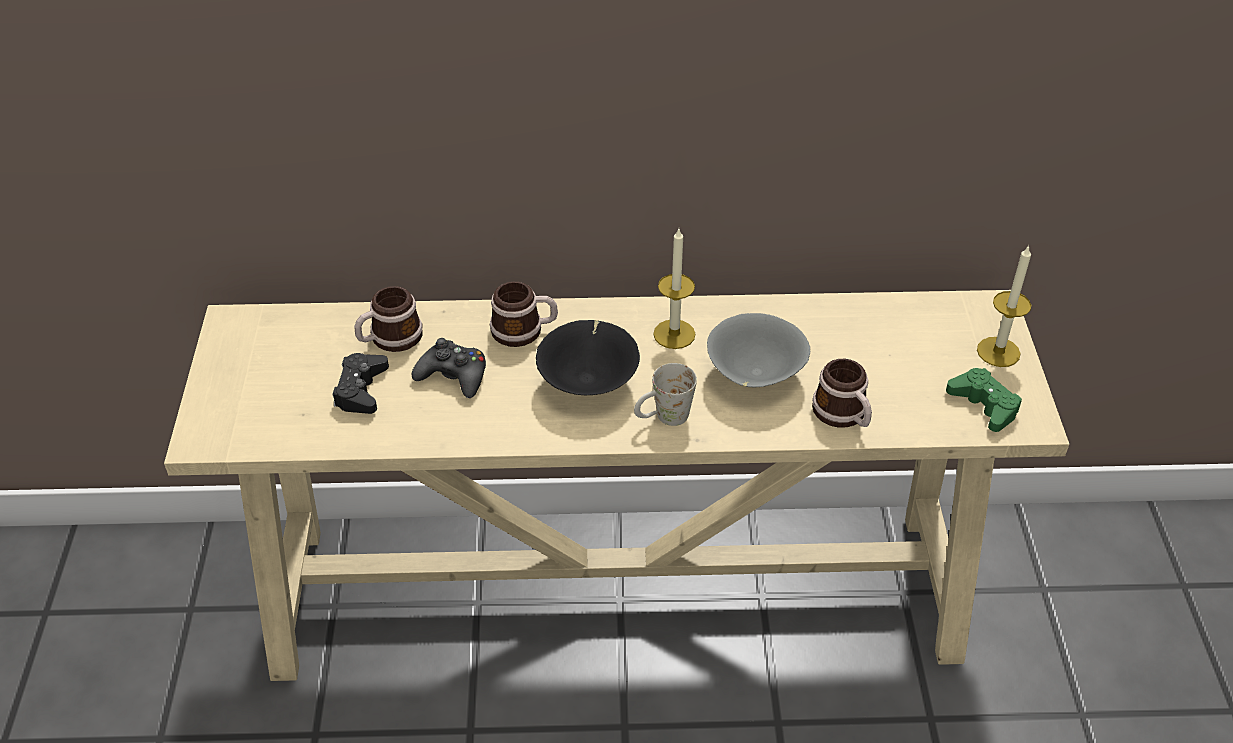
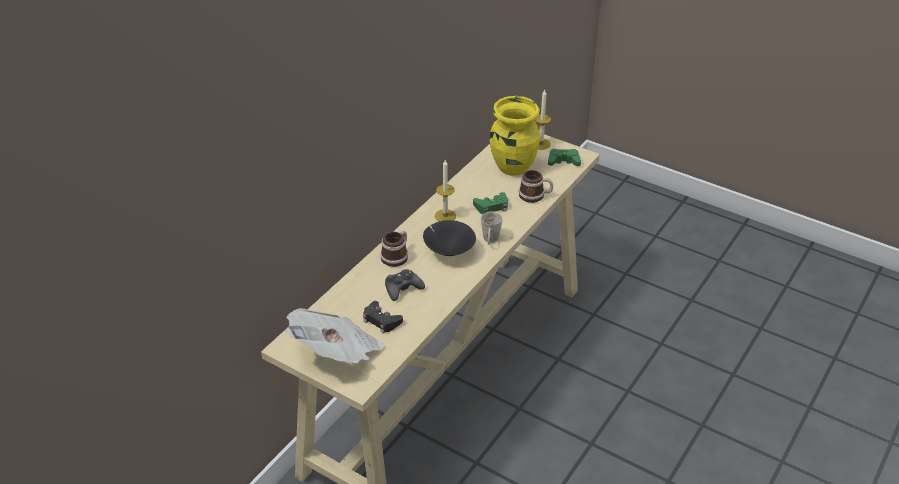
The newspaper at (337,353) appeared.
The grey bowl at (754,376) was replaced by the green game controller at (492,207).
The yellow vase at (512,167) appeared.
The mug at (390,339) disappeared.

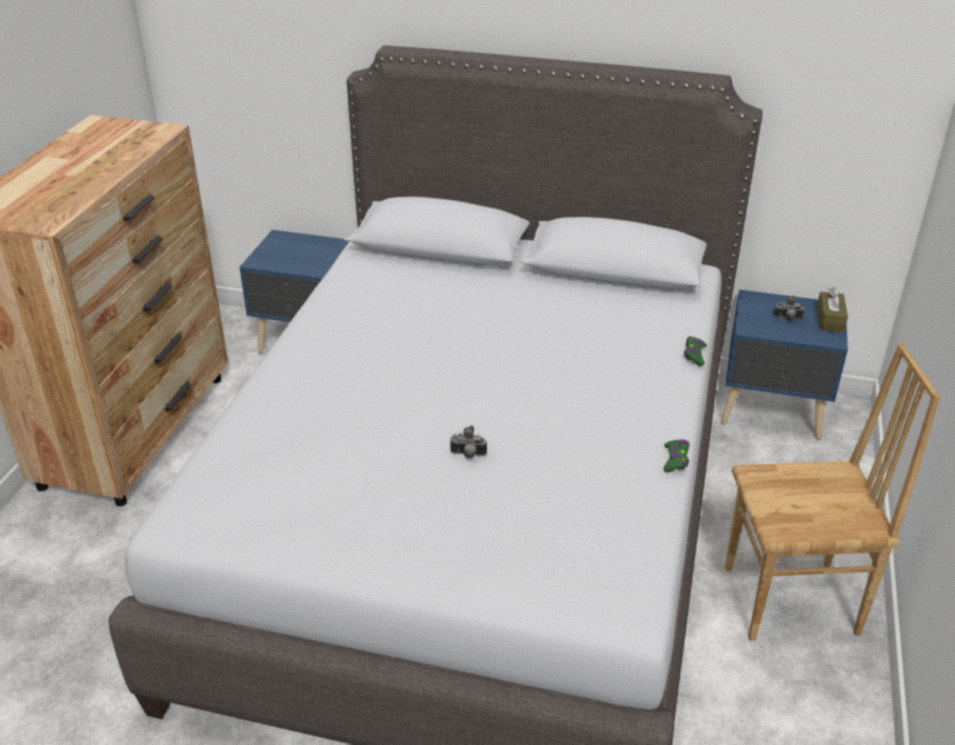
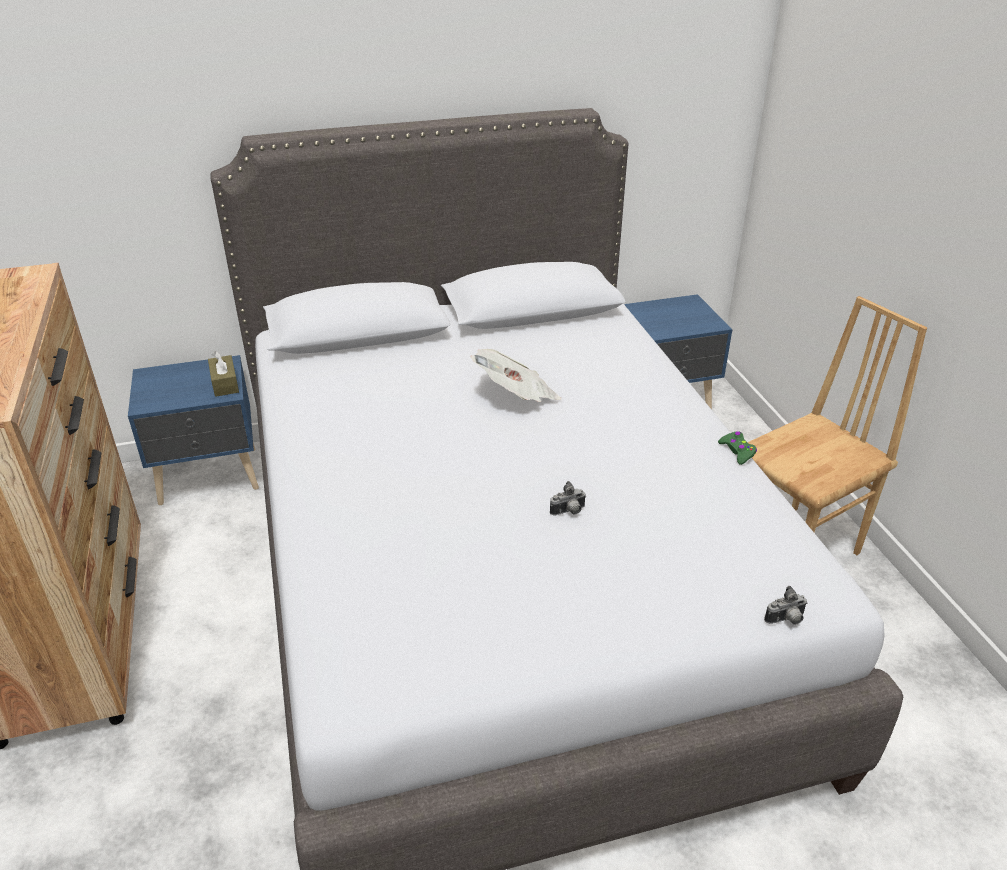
The brown tissue box moved from (830,320) to (225,383).
The newspaper at (516,396) appeared.
The photo camera moved from (787,319) to (786,620).
The green game controller at (694,355) disappeared.

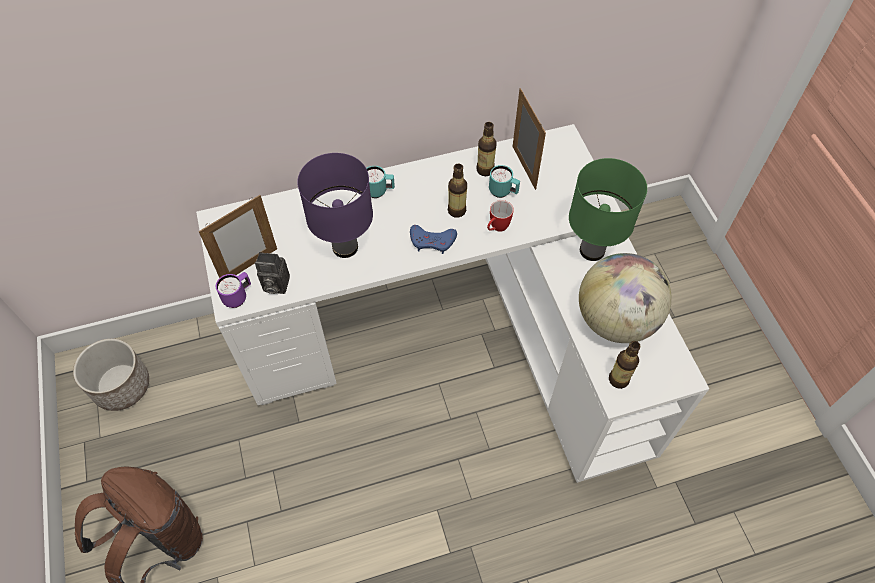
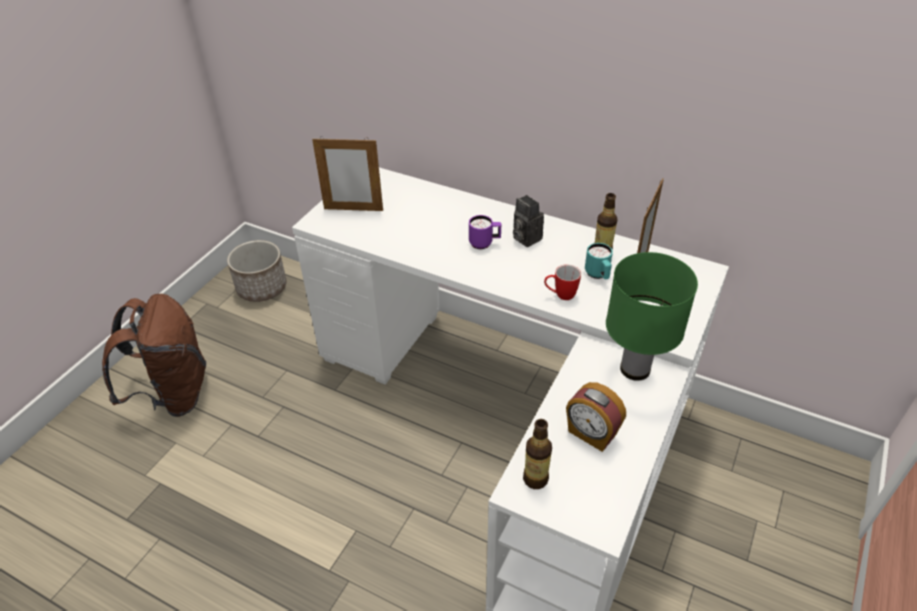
The purple mug moved from (238,297) to (484,243).
The photo camera moved from (274,285) to (525,238).
The globe at (615,320) was replaced by the alarm clock at (591,434).
The purple table lamp at (345,246) disappeared.
The turquoise mug at (379,191) disappeared.
The blue game controller at (432,241) disappeared.
The bottle at (456,210) disappeared.

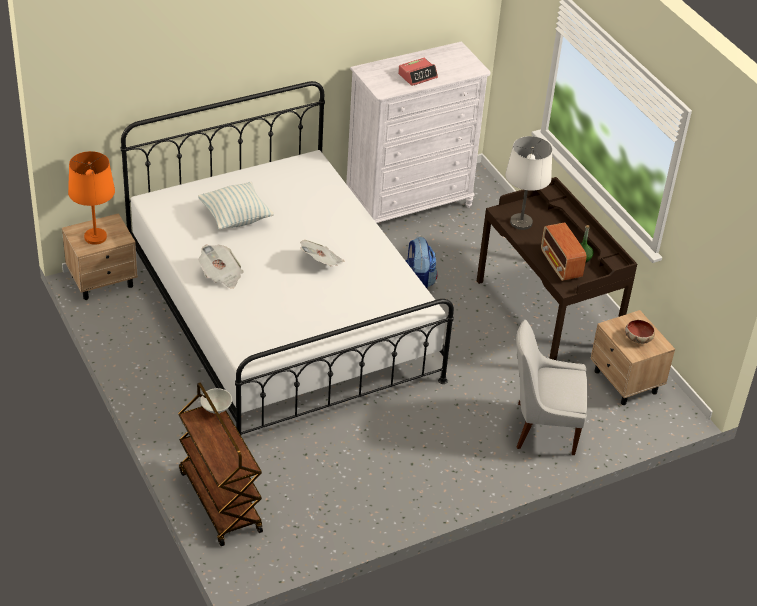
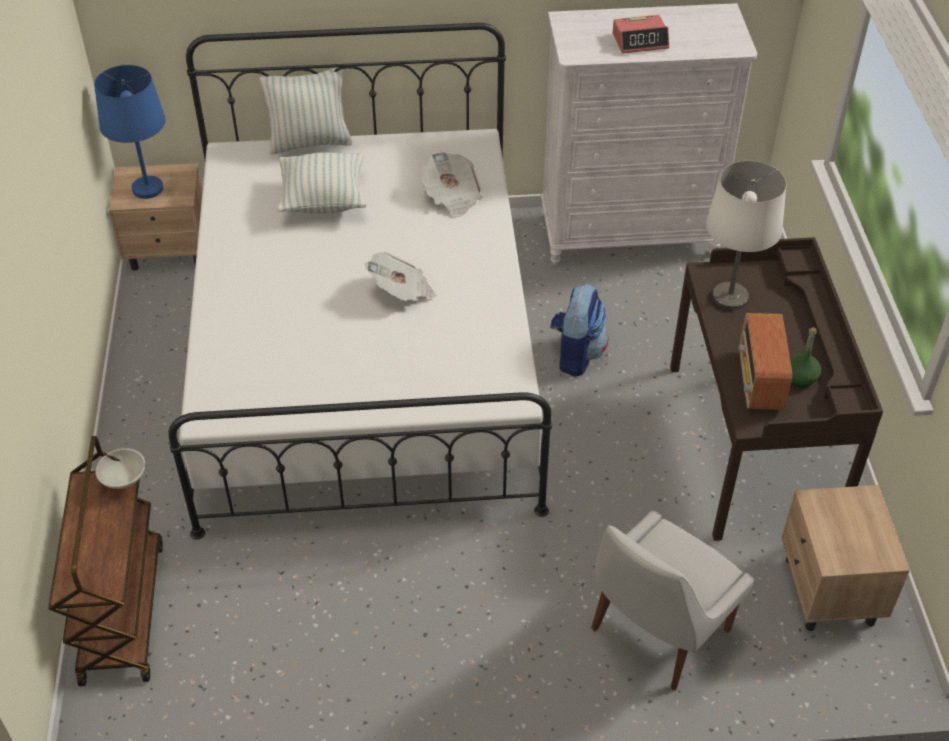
The orange table lamp at (95,237) became the blue table lamp at (148,189).
The pillow at (310,143) appeared.
The newspaper moved from (221,275) to (452,197).
The white chair at (542,428) turned 75 degrees counterclockwise.
The bowl at (637,338) disappeared.

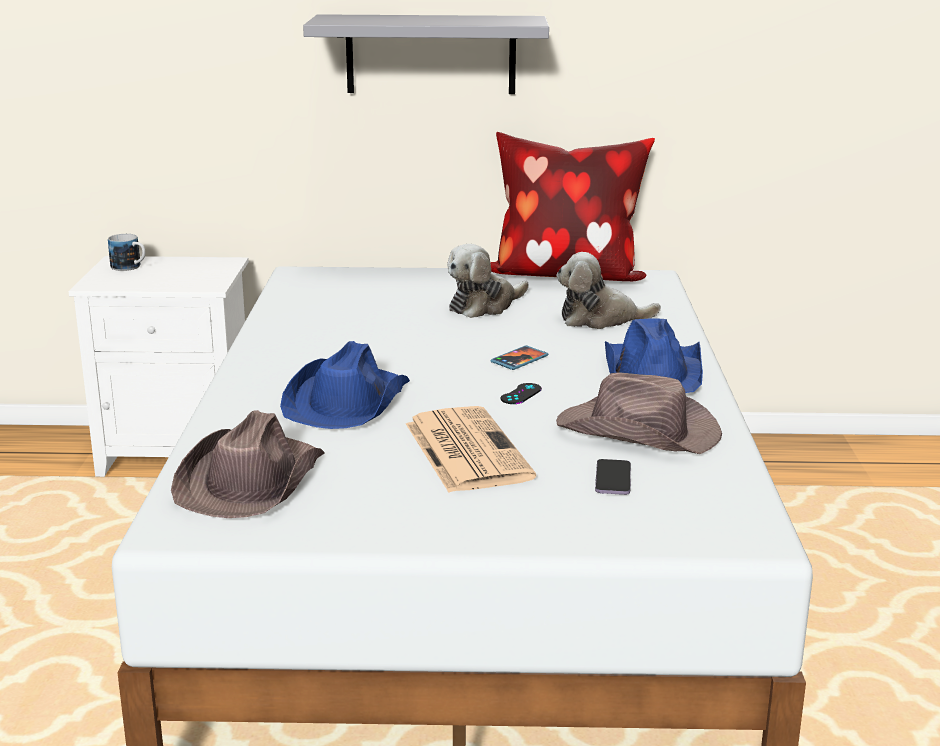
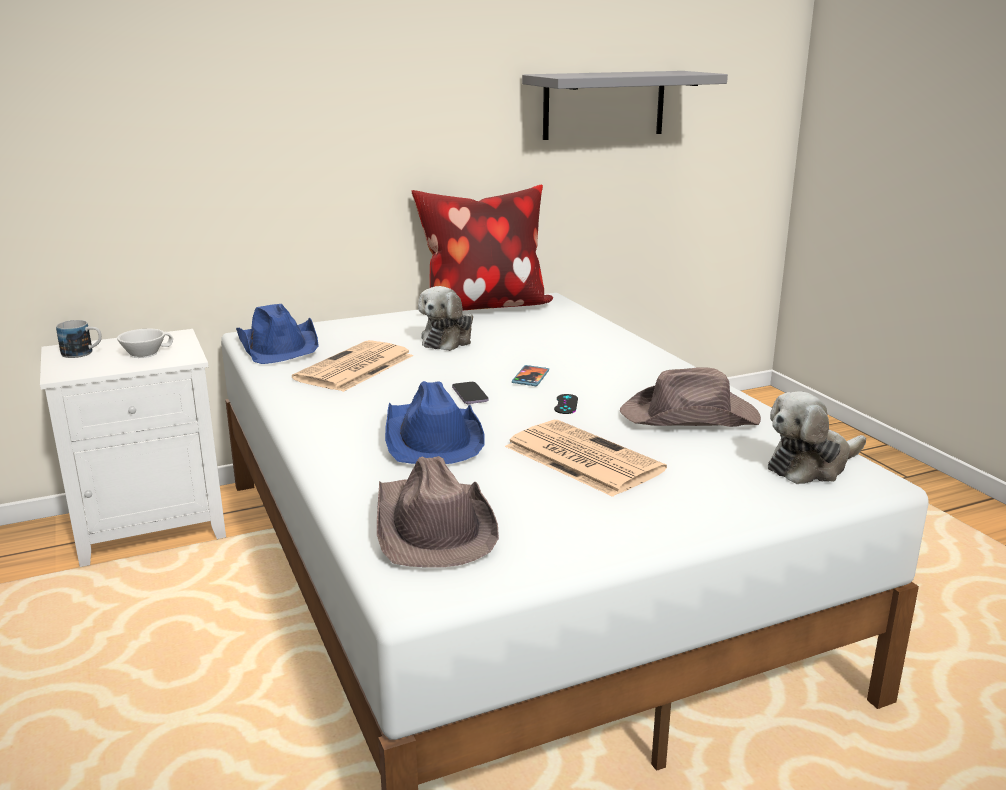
The white cup at (145,353) appeared.
The blue hat moved from (654,373) to (279,345).
The newspaper at (354,368) appeared.
The phone moved from (613,479) to (470,395).
The grey shelf moved from (431,54) to (604,104).
The plush toy moved from (600,319) to (811,466).

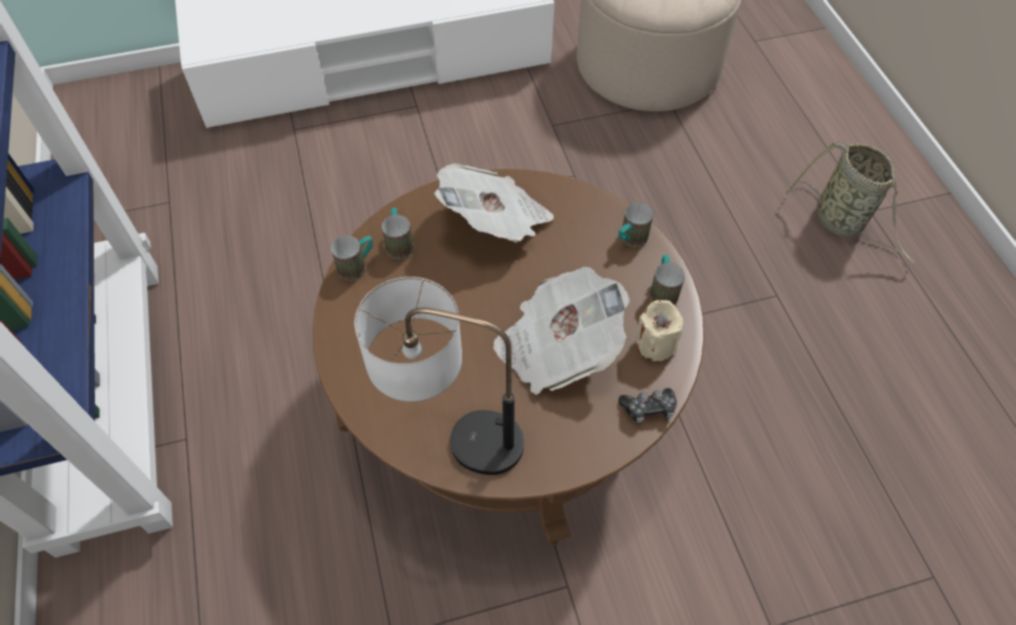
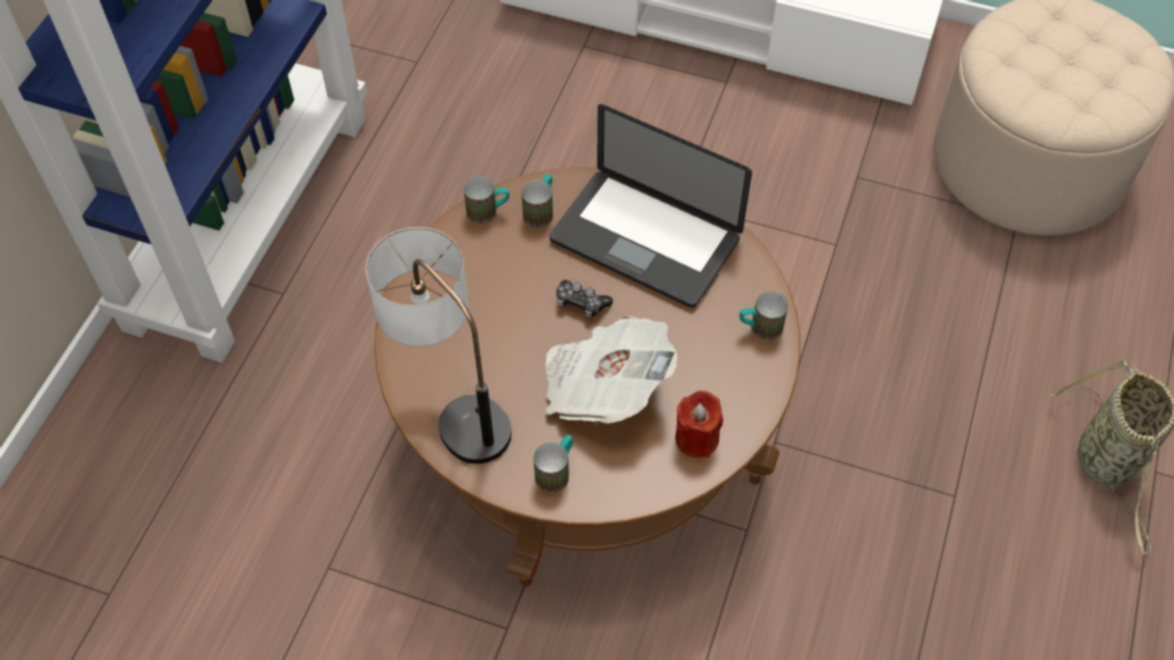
The mug moved from (663,290) to (556,472).
The newspaper at (496,222) was replaced by the laptop at (645,240).
The game controller moved from (648,409) to (581,303).
The beige candle at (655,344) became the red candle at (696,438).

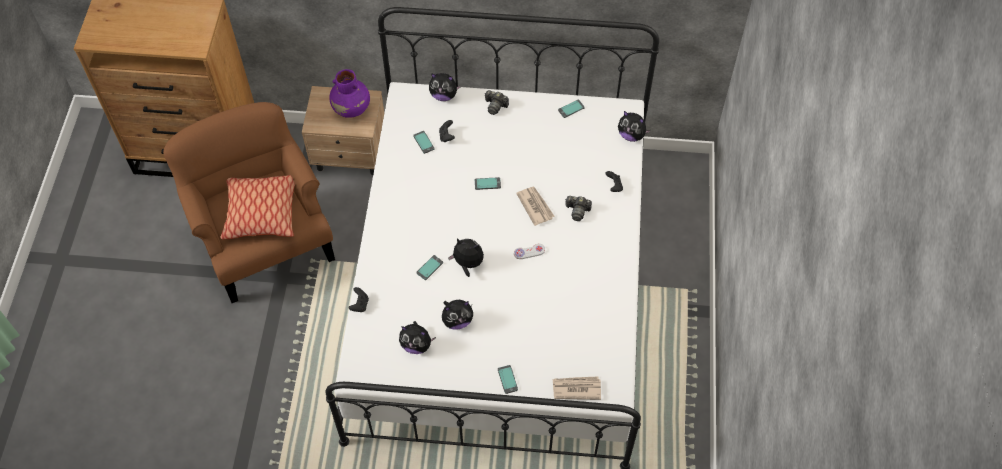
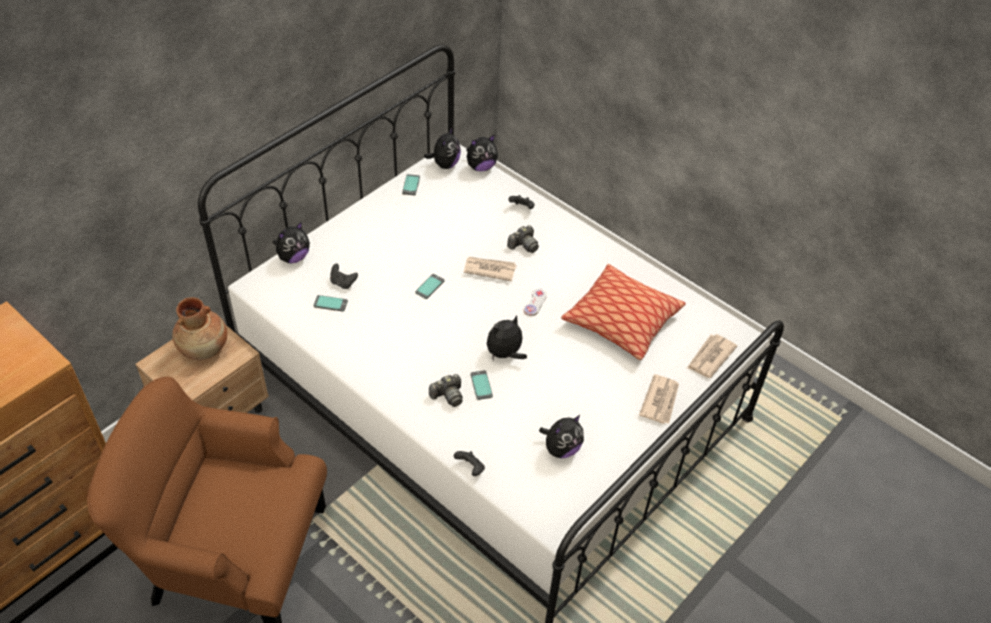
The purple vase at (351,108) became the brown vase at (204,348).
The plush toy moved from (457,320) to (445,164).
The photo camera moved from (495,106) to (448,396).
The pillow moved from (261,213) to (621,320).
The phone at (507,379) was replaced by the newspaper at (660,400).

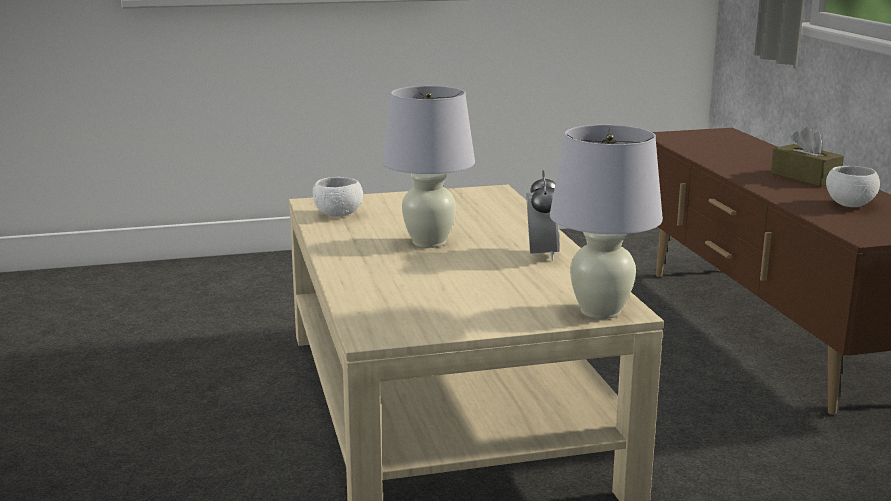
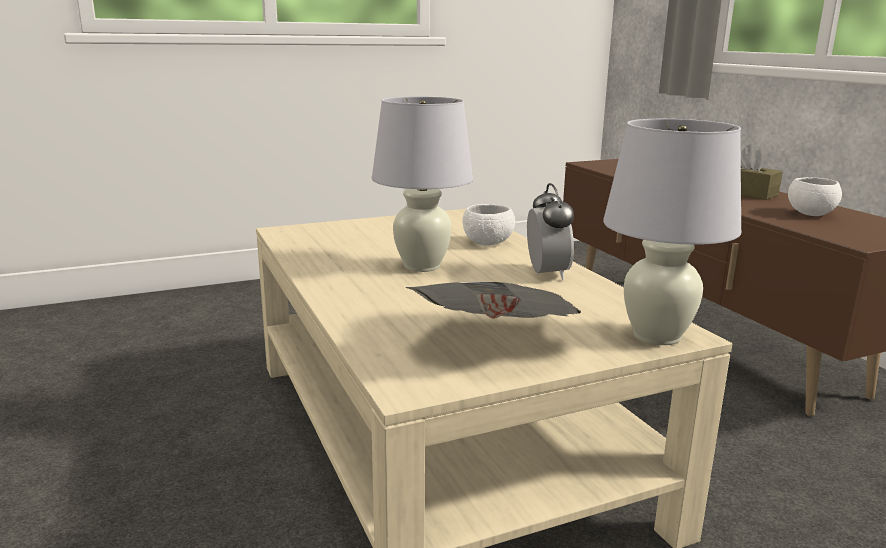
The newspaper at (494,345) appeared.
The white bowl moved from (338,214) to (487,243).

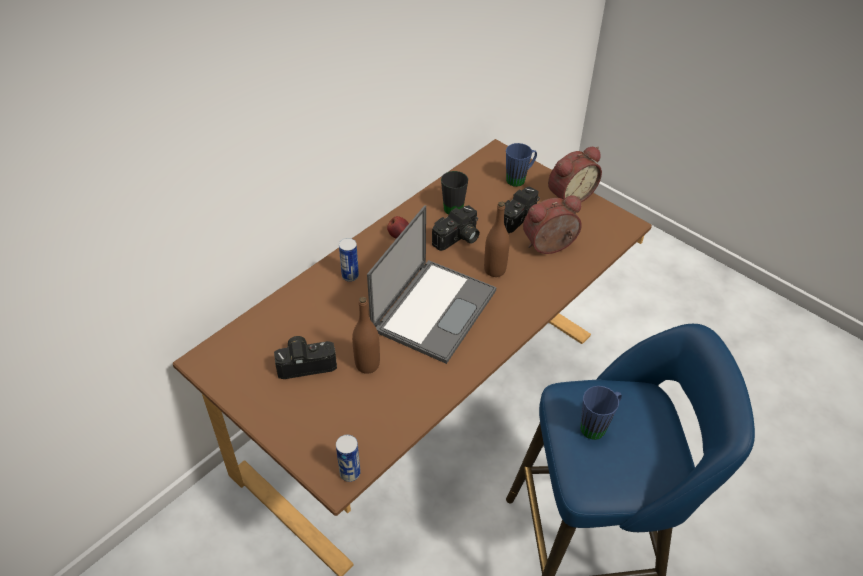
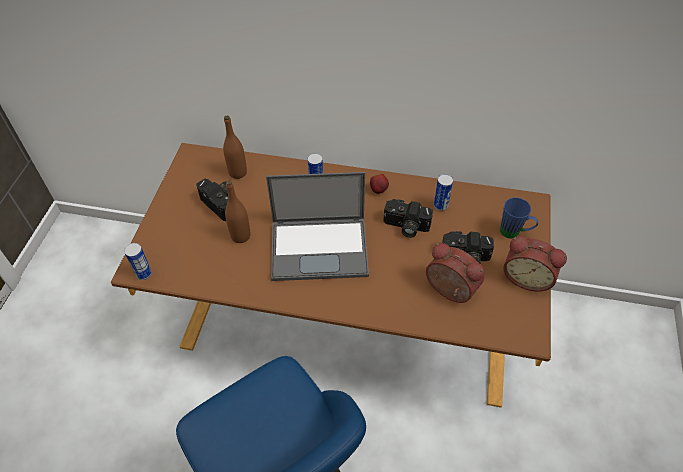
The brown bottle moved from (494,270) to (238,173).
The black mug at (453,205) was replaced by the can at (440,205).
The blue mug at (598,425) disappeared.

